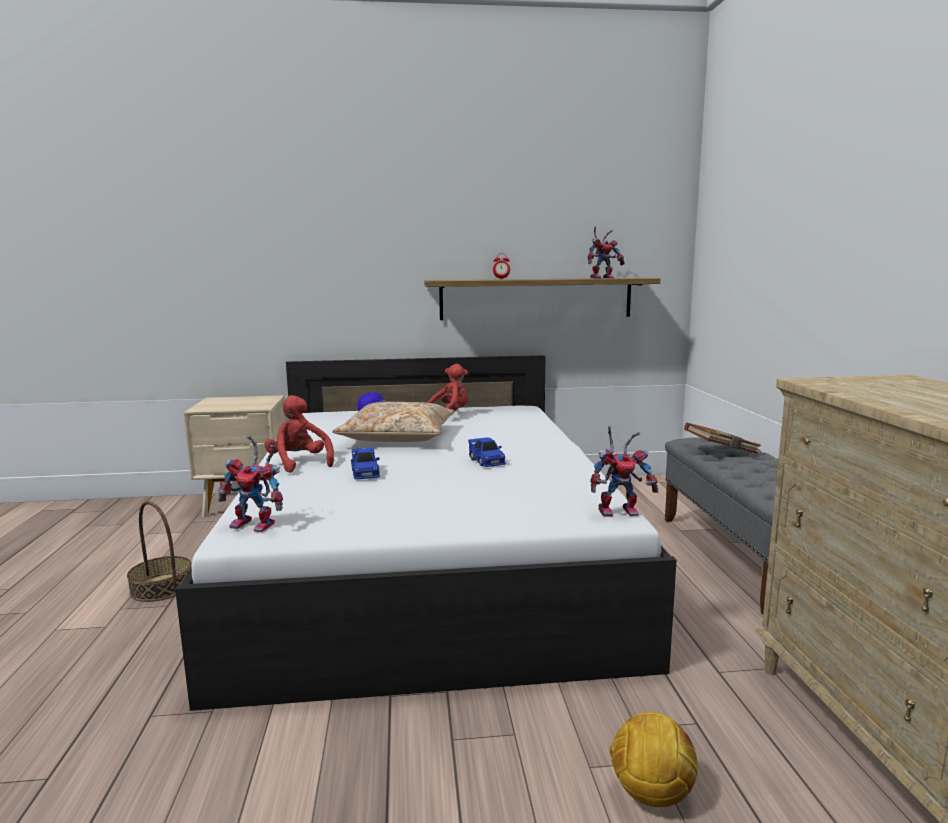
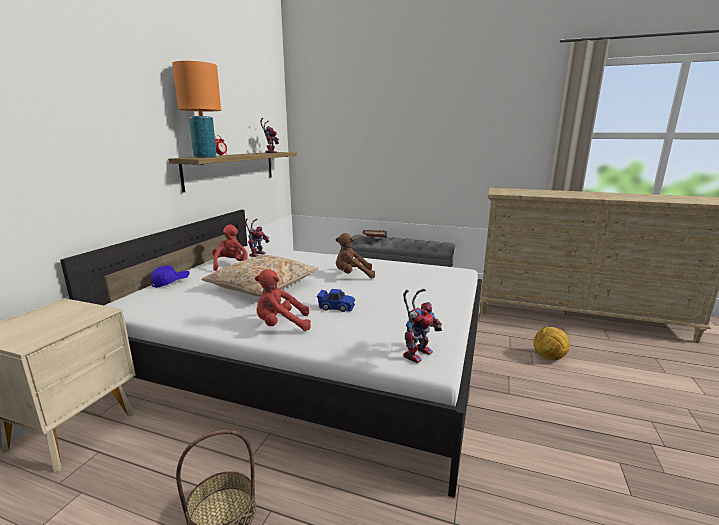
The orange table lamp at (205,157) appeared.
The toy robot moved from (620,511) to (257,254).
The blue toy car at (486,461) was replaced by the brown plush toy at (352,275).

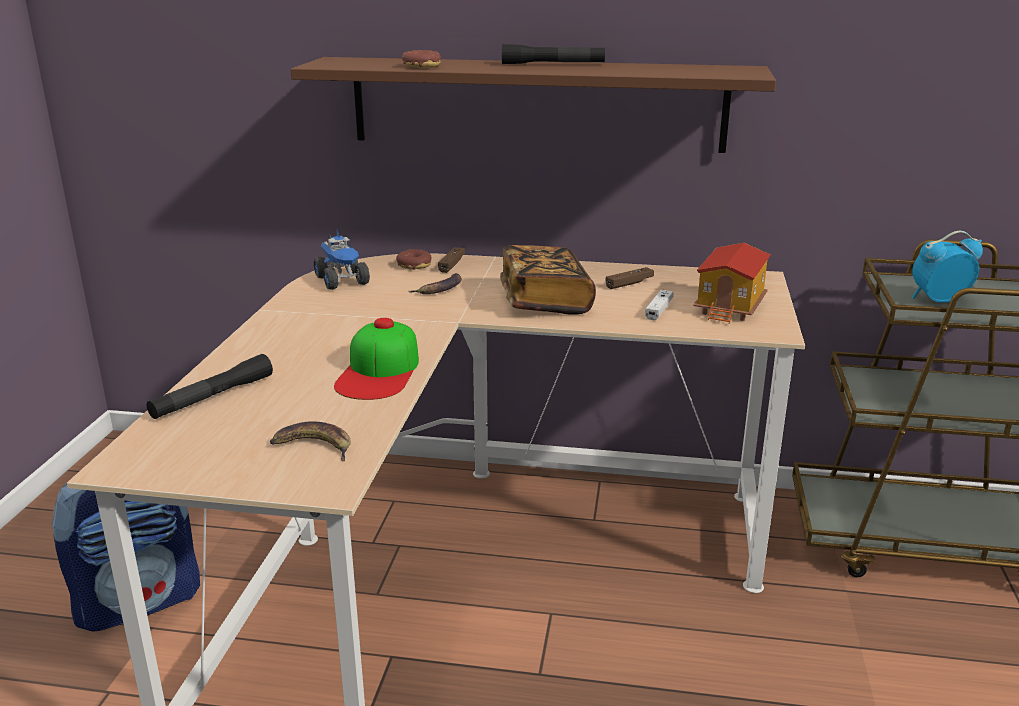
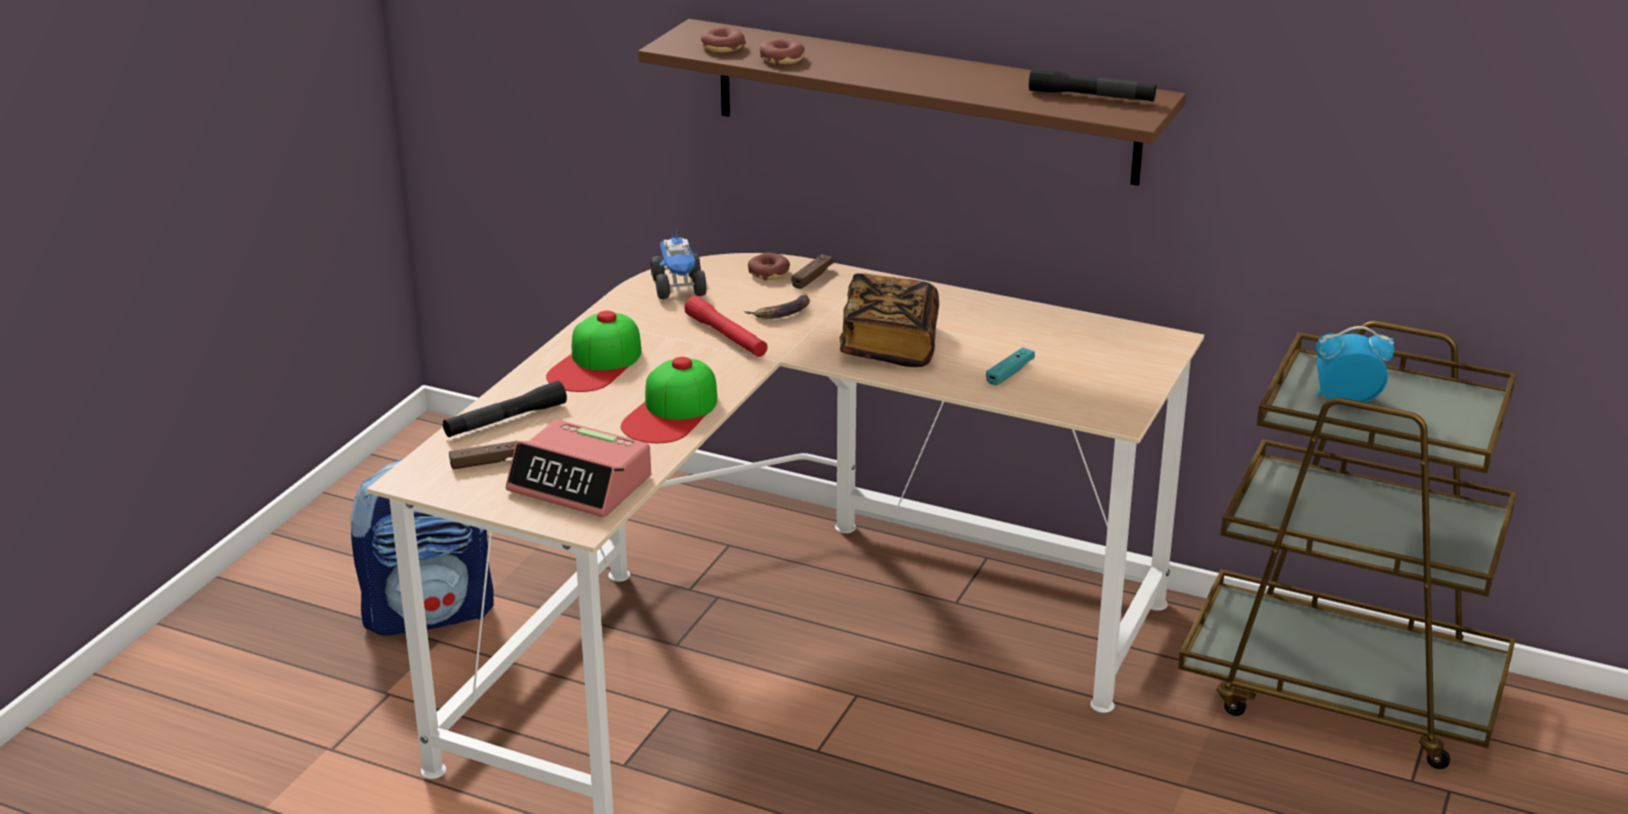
The brown game controller moved from (629,283) to (486,462).
The banana at (313,446) was replaced by the alarm clock at (581,484).
The cap at (596,364) appeared.
The red flashlight at (726,336) appeared.
The donut at (722,47) appeared.
The white game controller at (659,310) became the turquoise game controller at (1010,373).
The black flashlight moved from (553,64) to (1091,97).
The toy house at (731,307) disappeared.

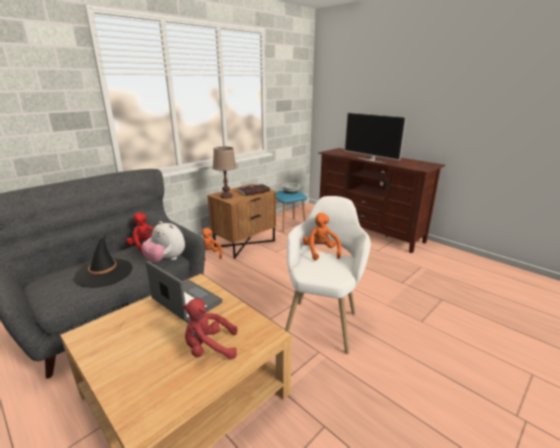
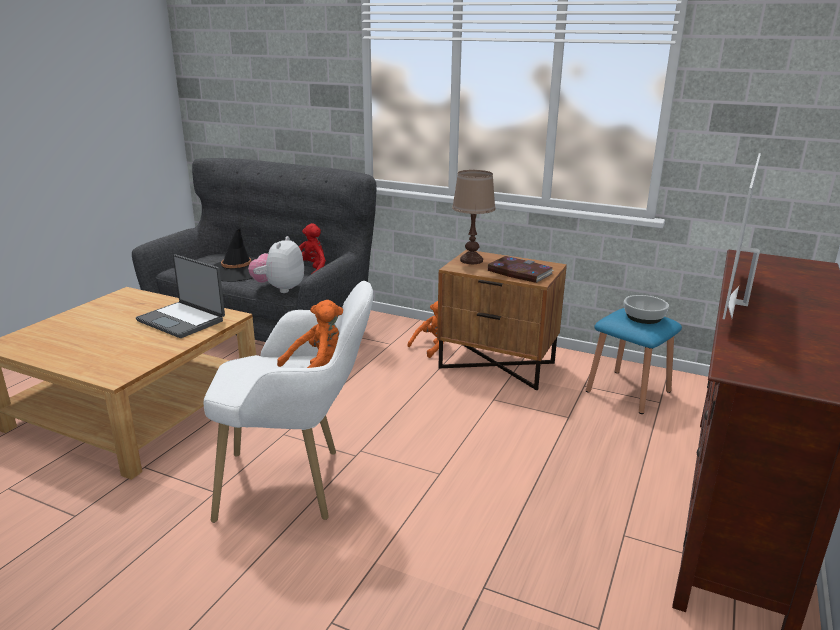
The laptop at (186,302) turned 105 degrees clockwise.
The red plush toy at (209,348) disappeared.

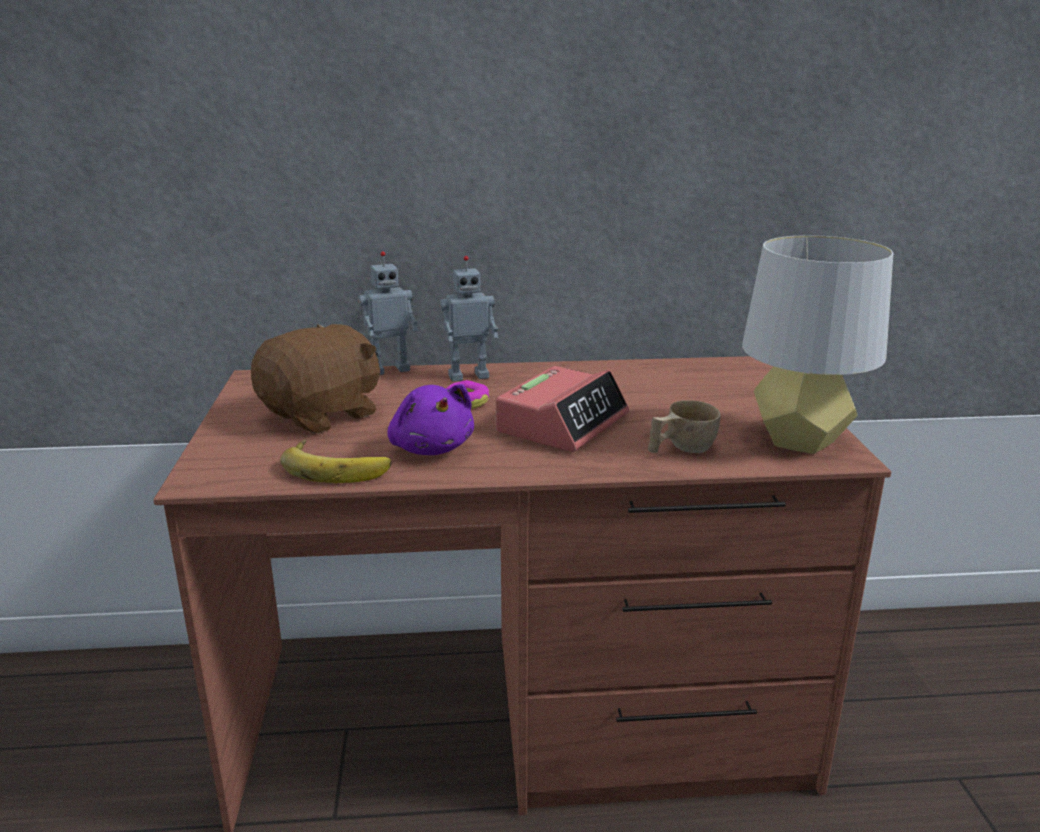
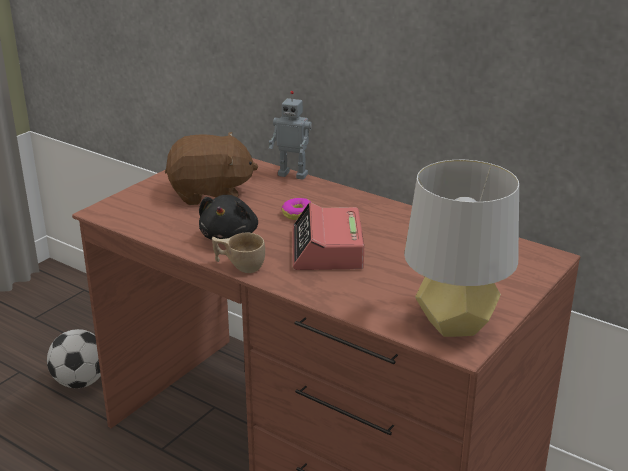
The football at (81,381) appeared.
The purple plush toy at (431,447) became the black plush toy at (230,236).
The beige cup moved from (680,449) to (239,266).
The alarm clock at (563,423) turned 105 degrees clockwise.
The banana at (337,466) disappeared.
The toy robot at (468,376) disappeared.

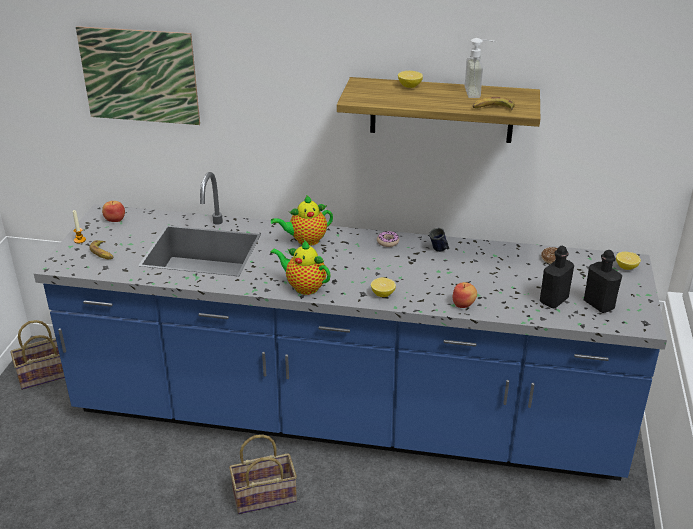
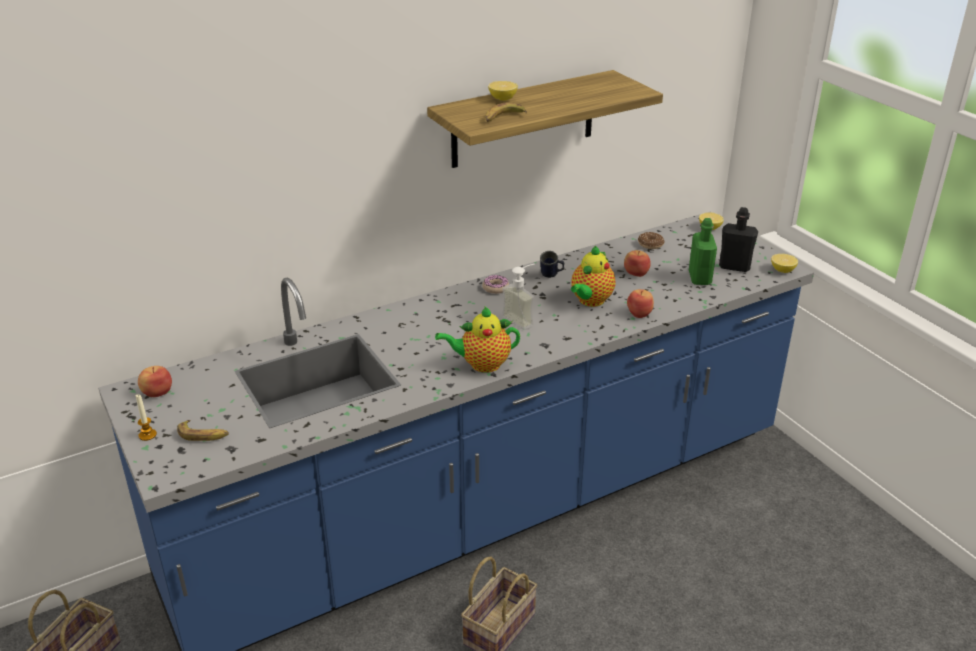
The banana moved from (492,108) to (503,117).
The soap dispenser moved from (478,92) to (522,319).
The teapot moved from (305,240) to (590,301).
The apple at (636,273) appeared.
The black bottle at (553,300) became the green bottle at (699,278).
The lemon moved from (382,294) to (782,270).
The picture at (139,76) disappeared.

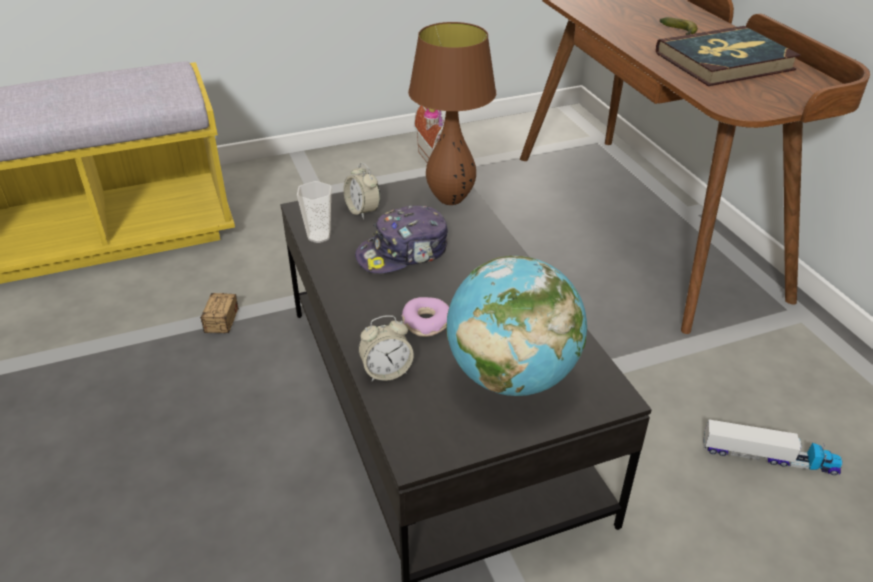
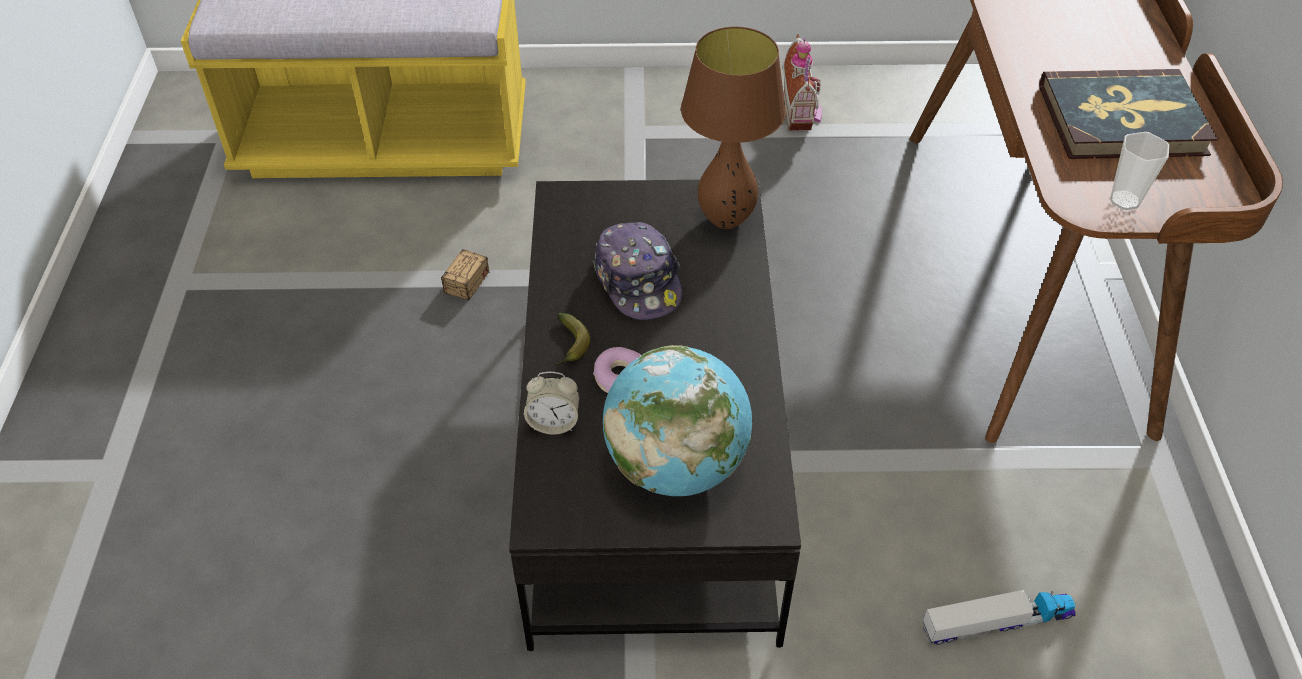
The banana moved from (680,33) to (569,346).
The cap at (403,253) turned 105 degrees counterclockwise.
The toy truck at (769,457) turned 45 degrees counterclockwise.
The cup moved from (319,236) to (1124,200).
The alarm clock at (362,211) disappeared.

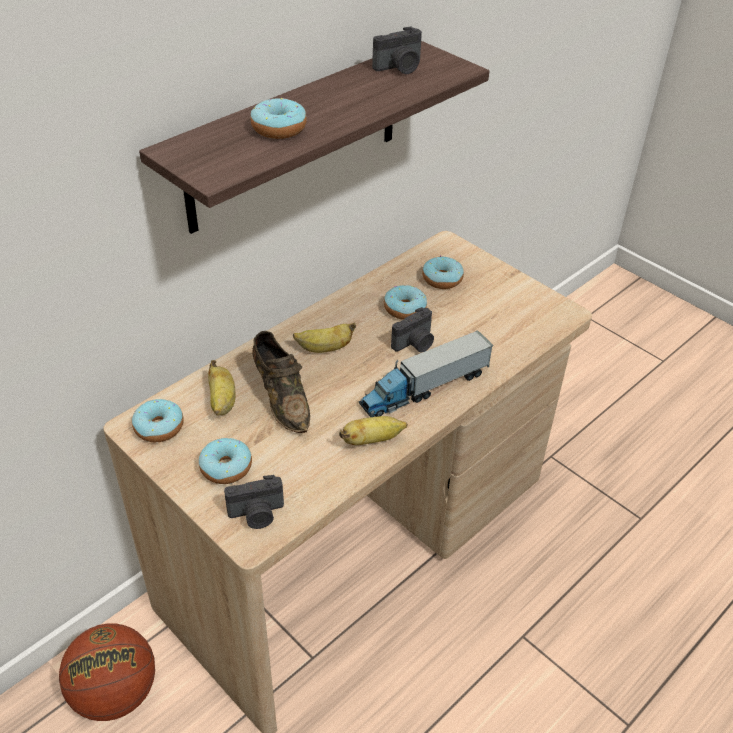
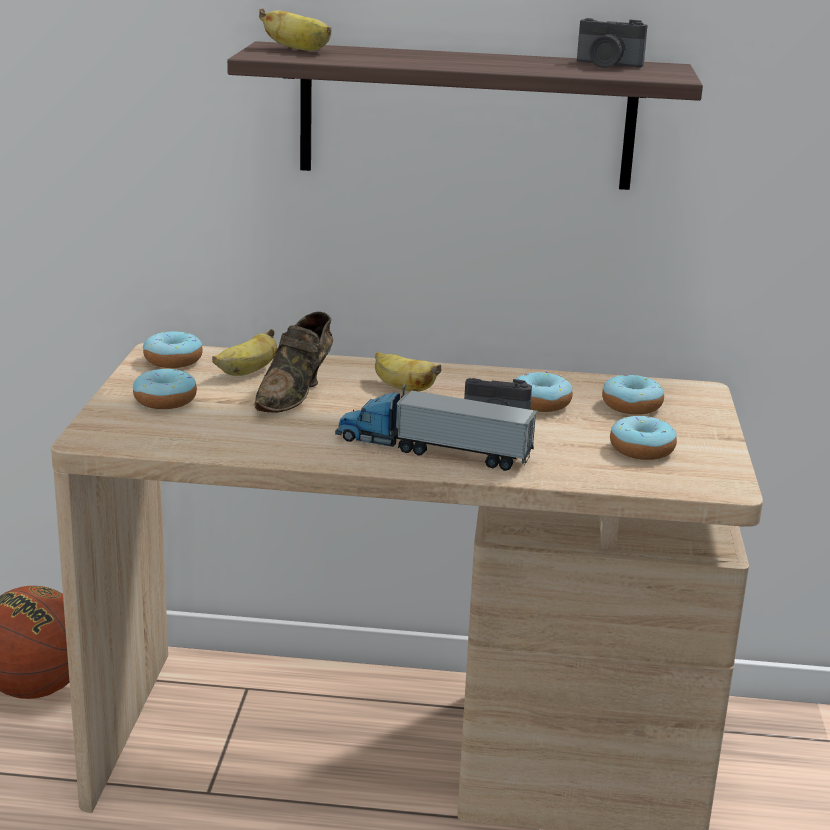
The banana moved from (372,440) to (299,50).
The donut moved from (278,129) to (641,449).
The photo camera at (257,515) disappeared.

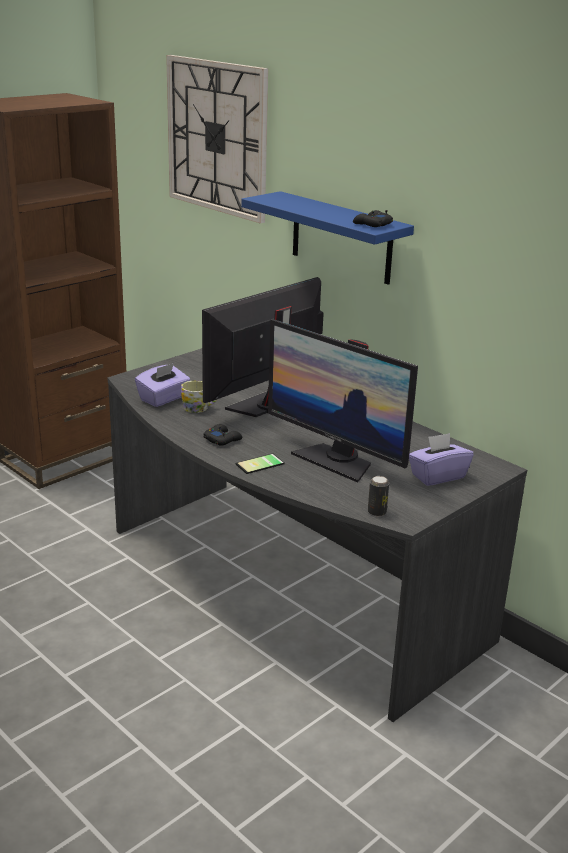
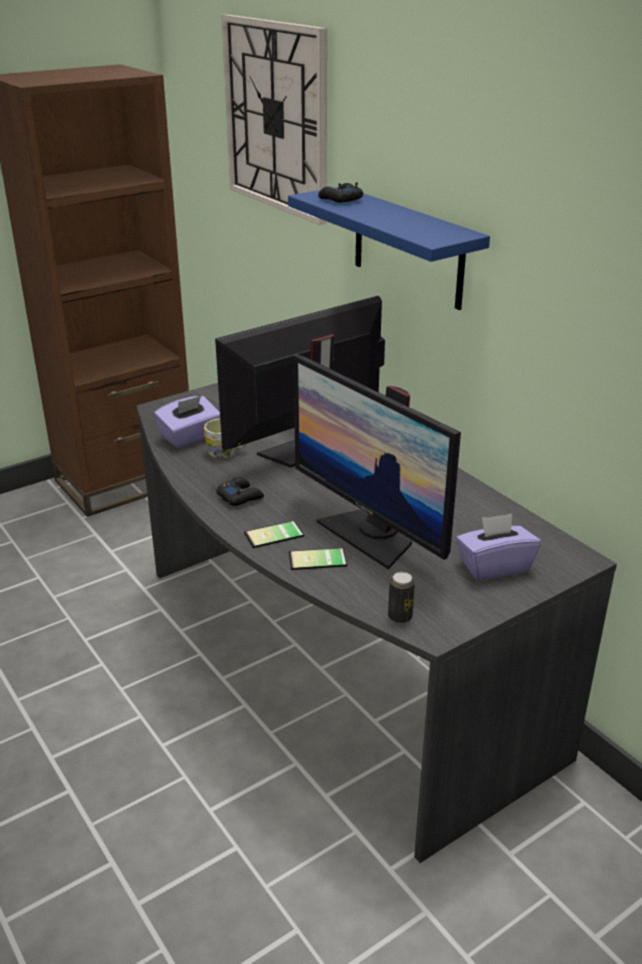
The phone at (318,561) appeared.
The black game controller moved from (372,224) to (340,199).

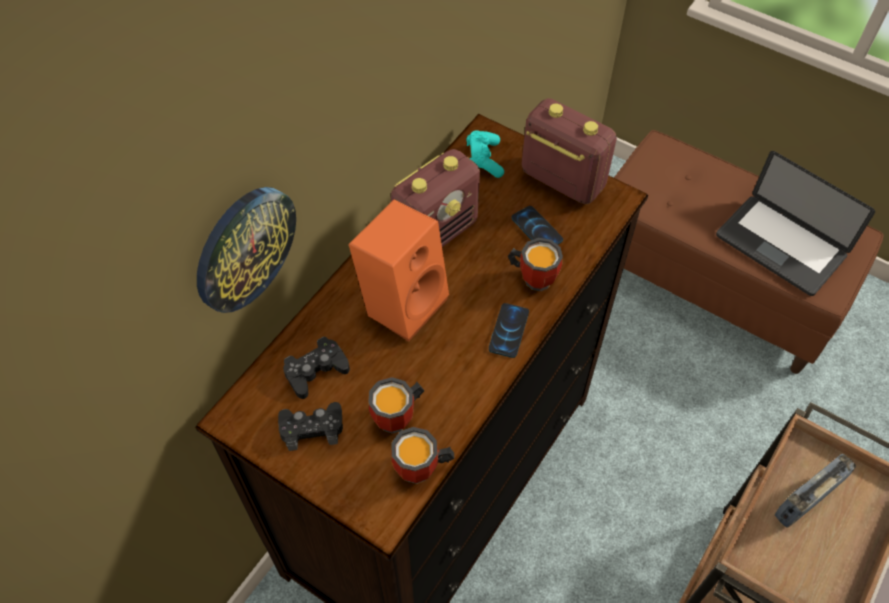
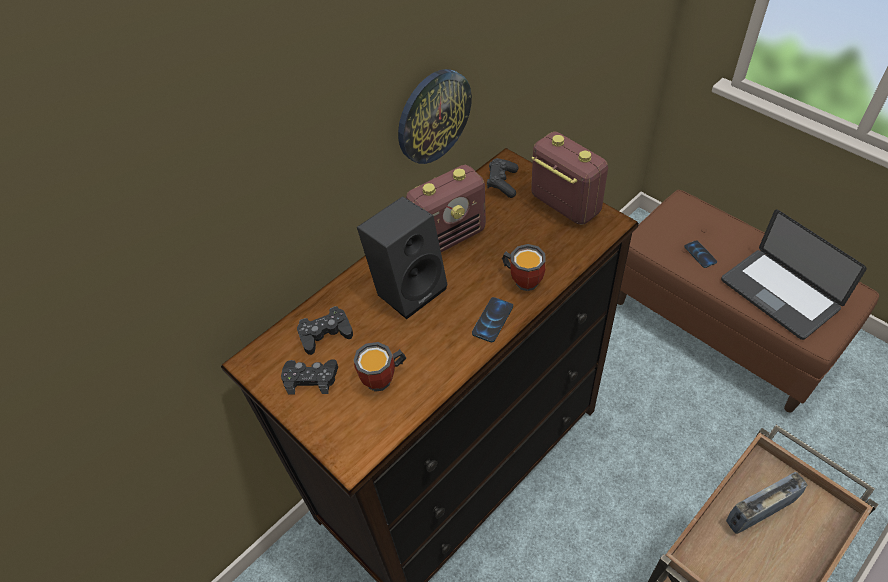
The orange speaker at (403,302) became the black speaker at (409,287).
The wall clock moved from (244,248) to (433,116).
The turquoise game controller at (484,160) became the black game controller at (502,183).
The phone moved from (536,229) to (700,254).
The mug at (422,471) disappeared.

